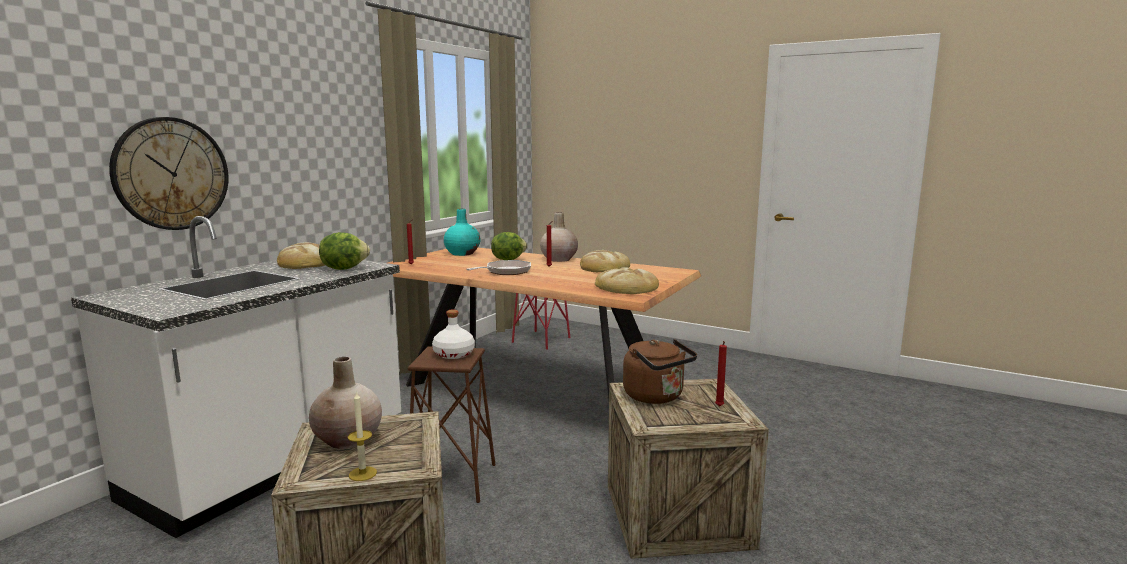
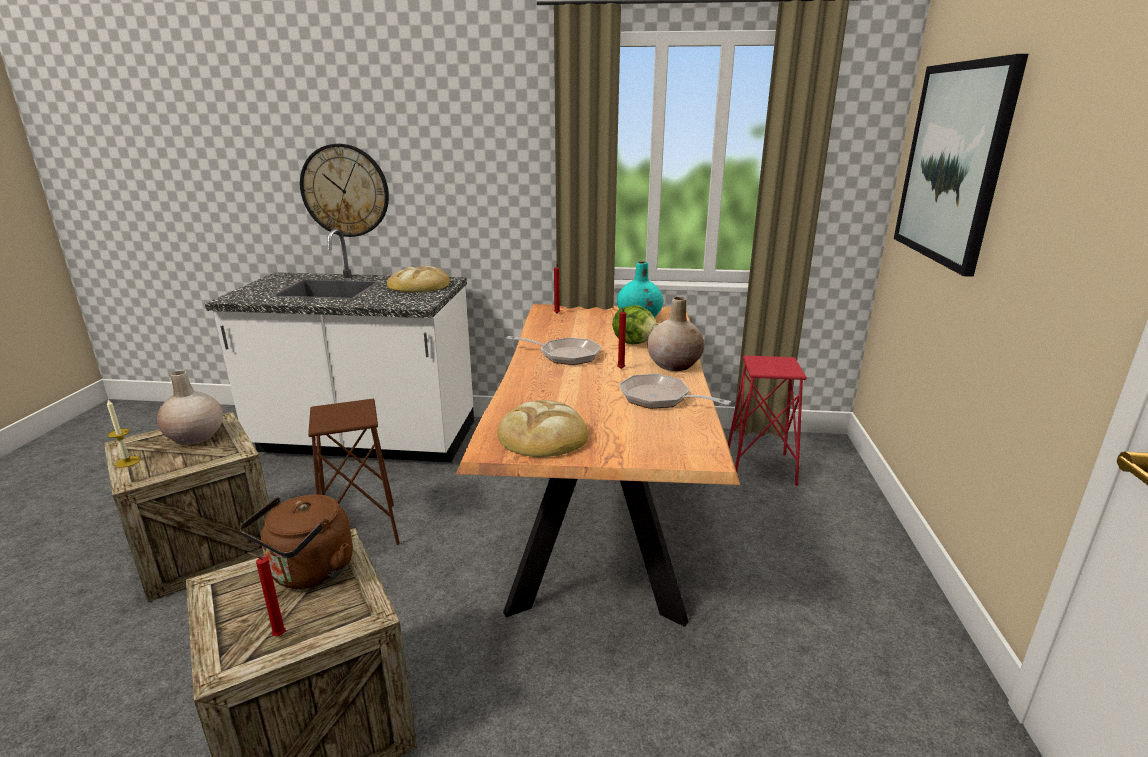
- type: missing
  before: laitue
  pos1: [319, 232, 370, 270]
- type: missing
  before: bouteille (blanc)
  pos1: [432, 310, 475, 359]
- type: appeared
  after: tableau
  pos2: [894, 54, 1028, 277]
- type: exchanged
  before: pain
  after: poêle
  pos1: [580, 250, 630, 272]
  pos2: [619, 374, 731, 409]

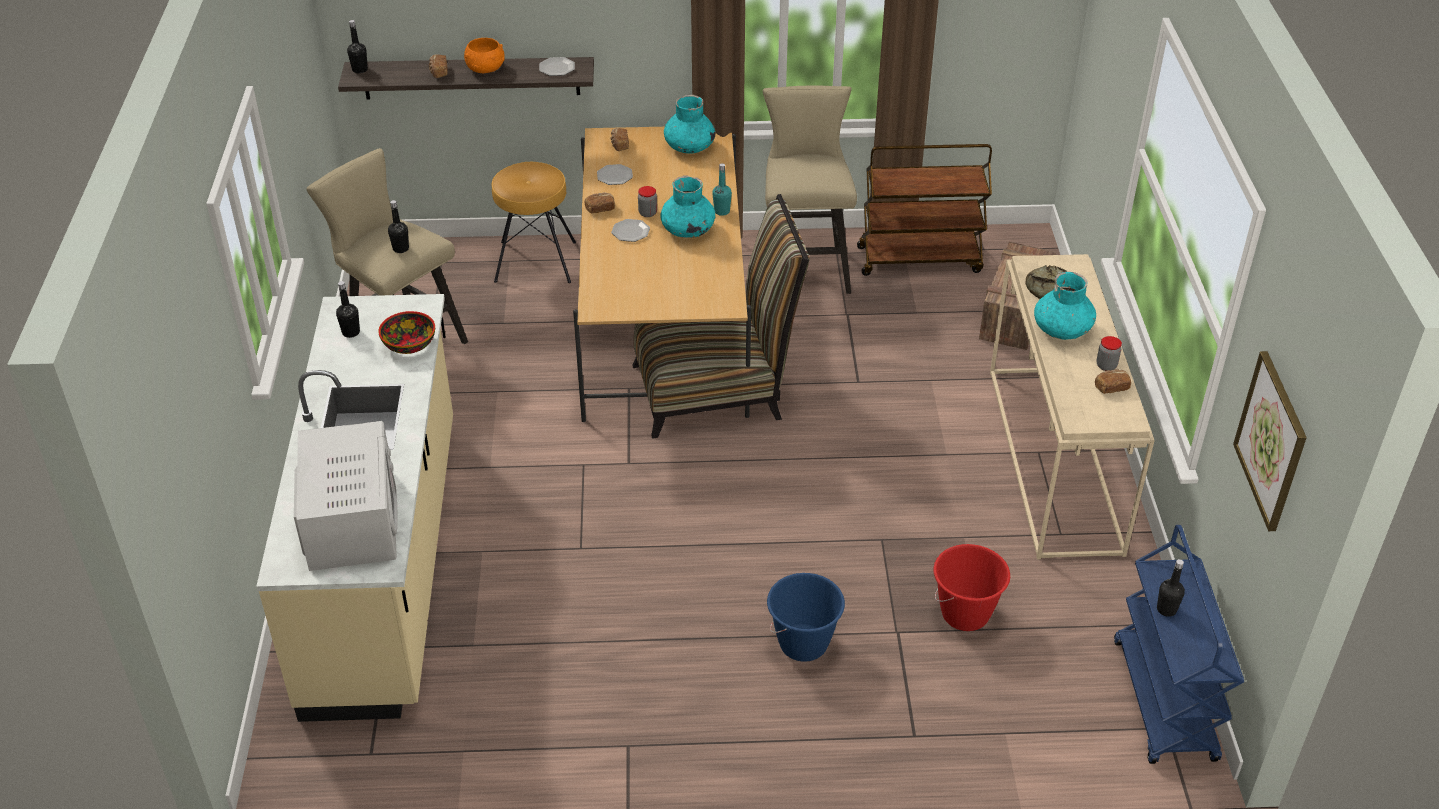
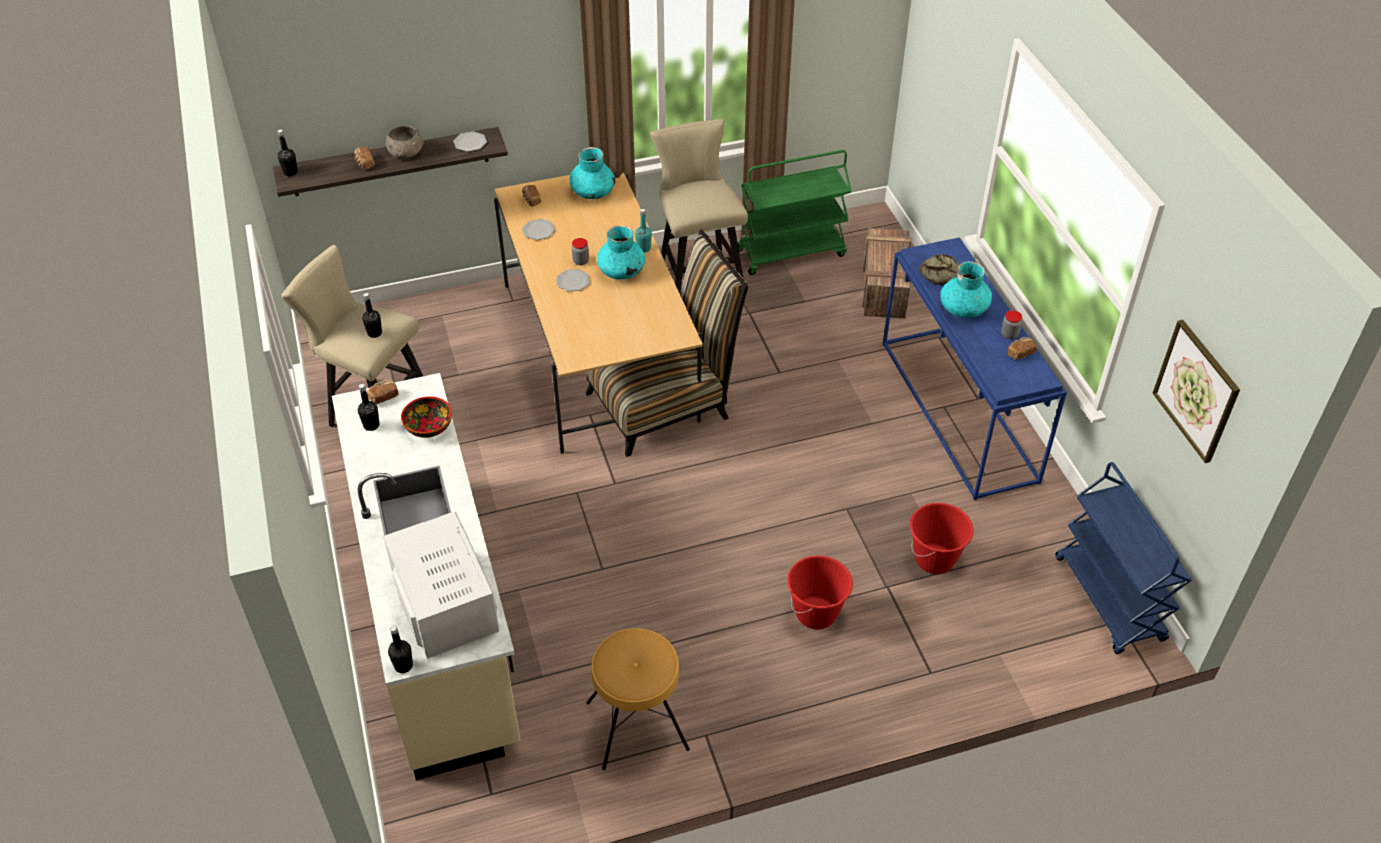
- type: relocated
  before: tabouret (marron)
  pos1: [492, 162, 576, 283]
  pos2: [586, 629, 690, 770]
- type: relocated
  before: pain
  pos1: [585, 192, 615, 213]
  pos2: [367, 380, 399, 404]
- type: relocated
  before: bouteille (noir)
  pos1: [1157, 559, 1185, 617]
  pos2: [388, 625, 413, 673]
- type: colour
  before: bol (orange)
  after: bol (gris)
  pos1: [464, 38, 505, 73]
  pos2: [386, 125, 424, 159]
- type: colour
  before: seau (bleu)
  after: seau (rouge)
  pos1: [767, 573, 845, 662]
  pos2: [787, 555, 853, 629]
- type: colour
  before: chariot (marron)
  after: chariot (vert)
  pos1: [857, 144, 992, 276]
  pos2: [738, 150, 852, 275]
- type: colour
  before: table console (beige)
  after: table console (bleu)
  pos1: [990, 254, 1155, 559]
  pos2: [882, 237, 1067, 500]

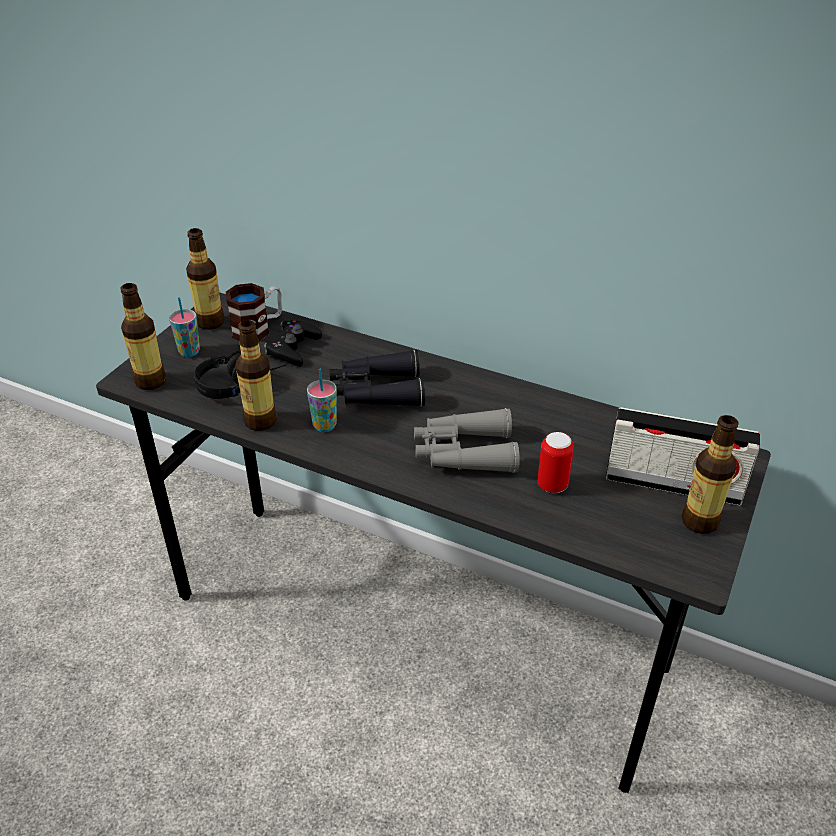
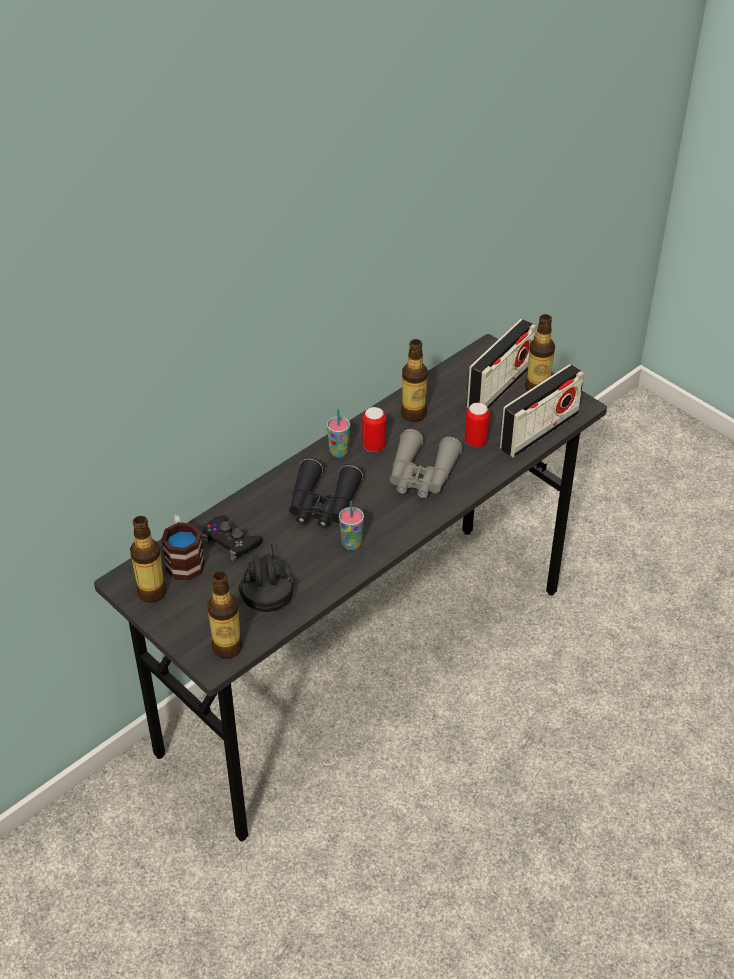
- type: appeared
  after: boîte métallique
  pos2: [362, 407, 386, 452]
- type: appeared
  after: radio
  pos2: [499, 364, 584, 458]
- type: relocated
  before: tasse
  pos1: [169, 297, 200, 357]
  pos2: [327, 409, 350, 458]
- type: relocated
  before: bouteille
  pos1: [235, 320, 277, 431]
  pos2: [401, 339, 428, 422]

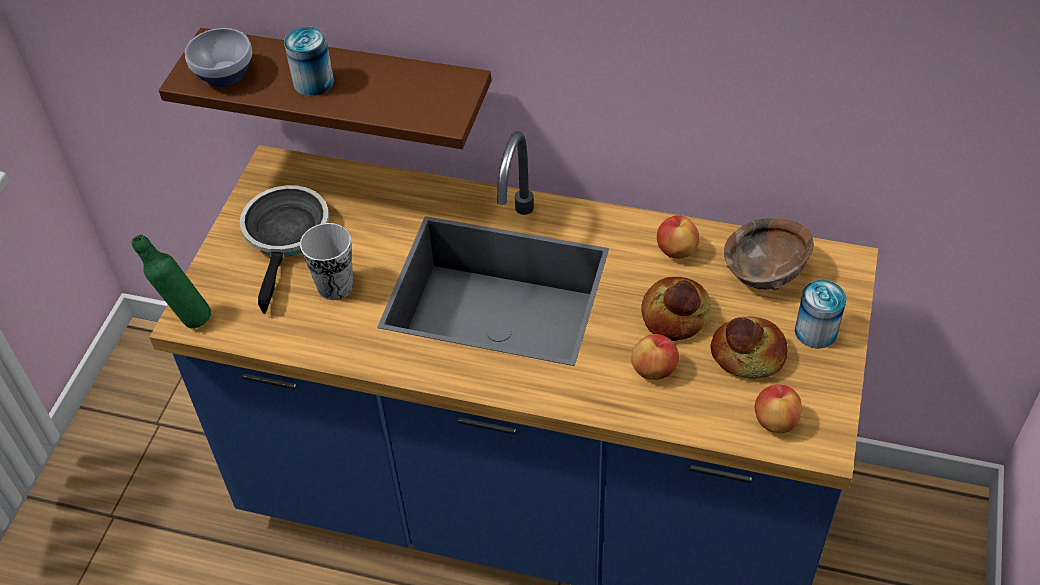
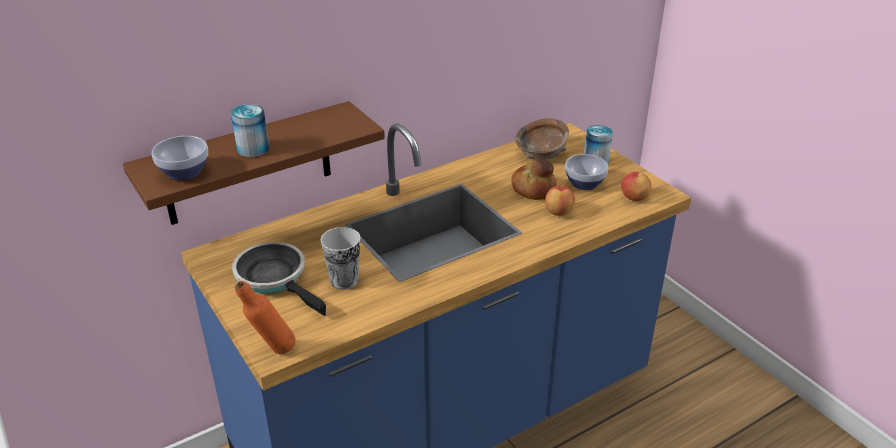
- type: missing
  before: pomme
  pos1: [657, 215, 700, 259]
- type: exchanged
  before: pain
  after: bol
  pos1: [711, 316, 788, 379]
  pos2: [565, 154, 608, 190]
- type: colour
  before: bouteille (vert)
  after: bouteille (orange)
  pos1: [131, 234, 211, 329]
  pos2: [235, 281, 296, 354]

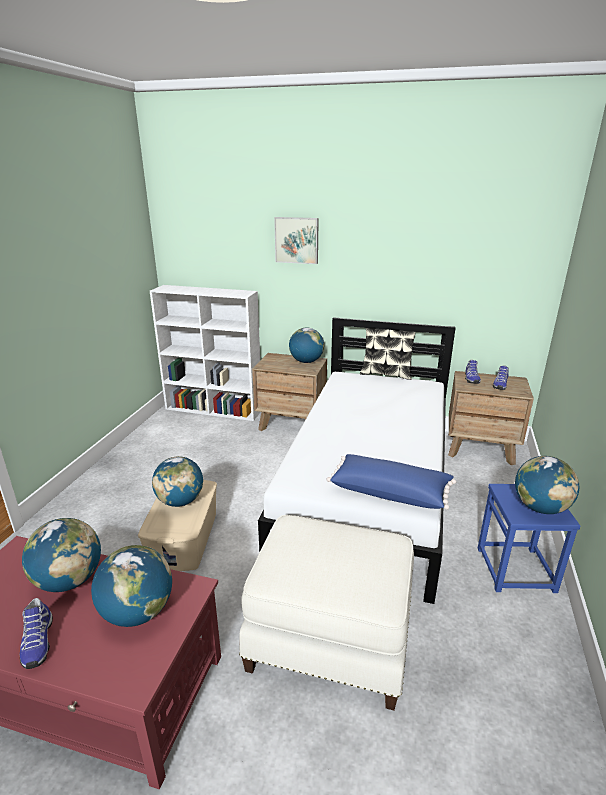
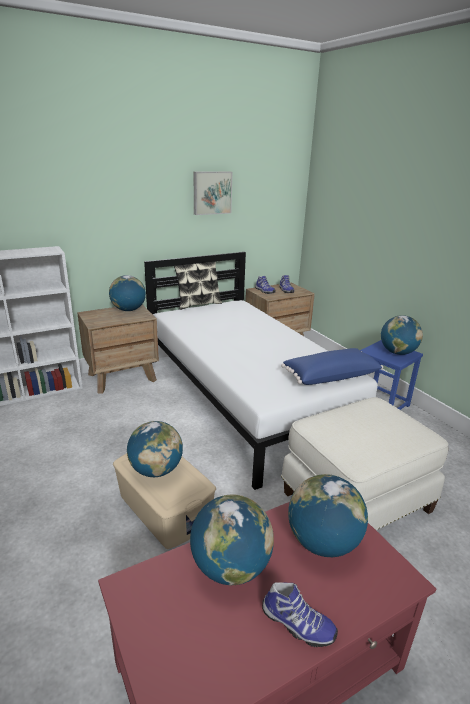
- type: relocated
  before: tableau
  pos1: [274, 217, 319, 264]
  pos2: [194, 172, 232, 215]

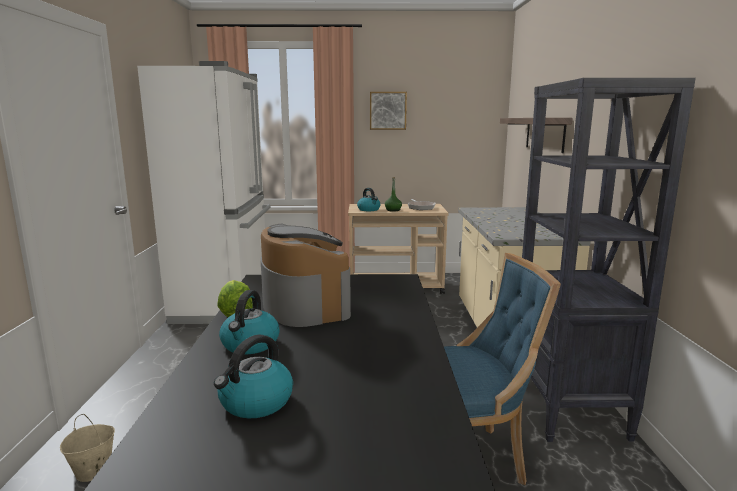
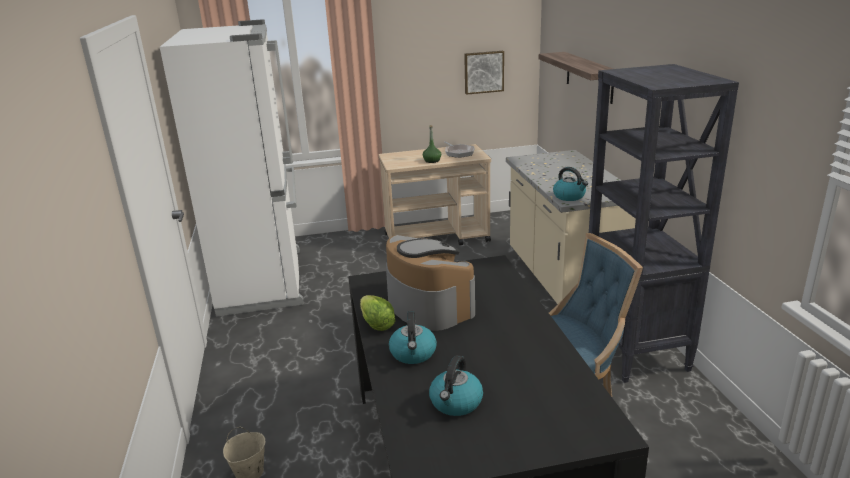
- type: relocated
  before: bouilloire
  pos1: [357, 188, 380, 211]
  pos2: [553, 167, 588, 201]
- type: relocated
  before: tableau
  pos1: [370, 92, 407, 130]
  pos2: [464, 51, 504, 95]

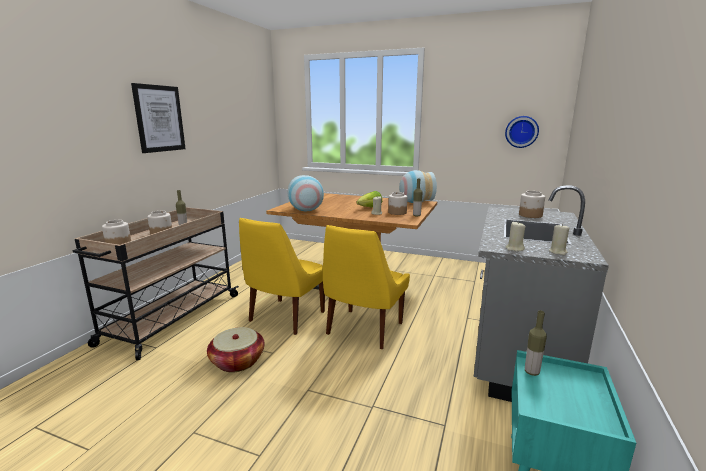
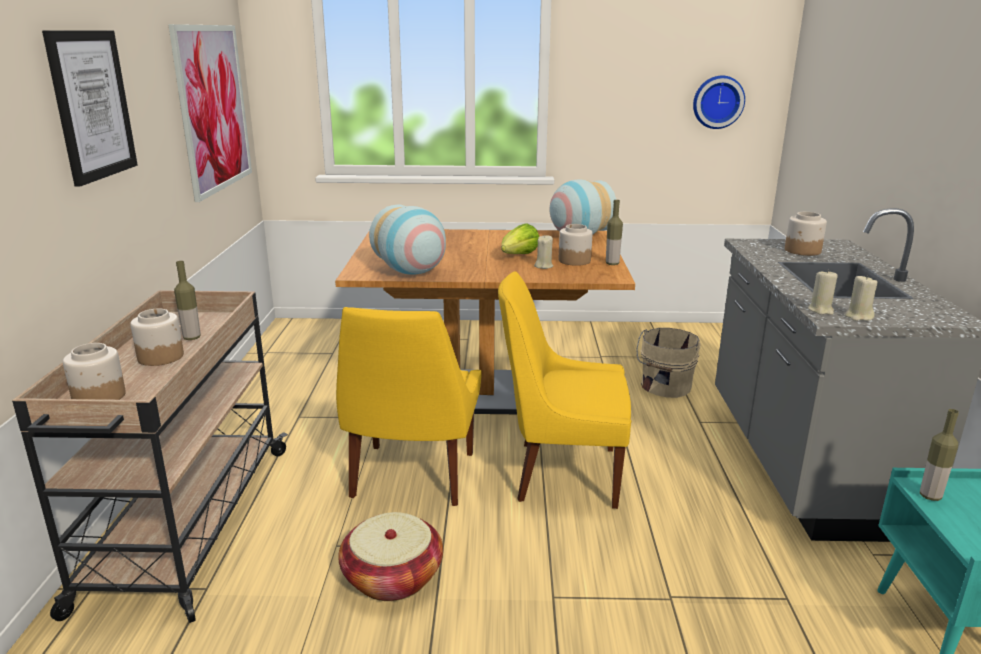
- type: appeared
  after: tableau
  pos2: [168, 24, 252, 202]
- type: appeared
  after: seau (beige)
  pos2: [637, 328, 700, 398]
- type: relocated
  before: bougie (beige)
  pos1: [549, 224, 569, 255]
  pos2: [808, 269, 838, 315]
- type: spun
  before: chaise (jaune)
  pos1: [323, 225, 410, 349]
  pos2: [498, 271, 631, 509]
  turn: 90

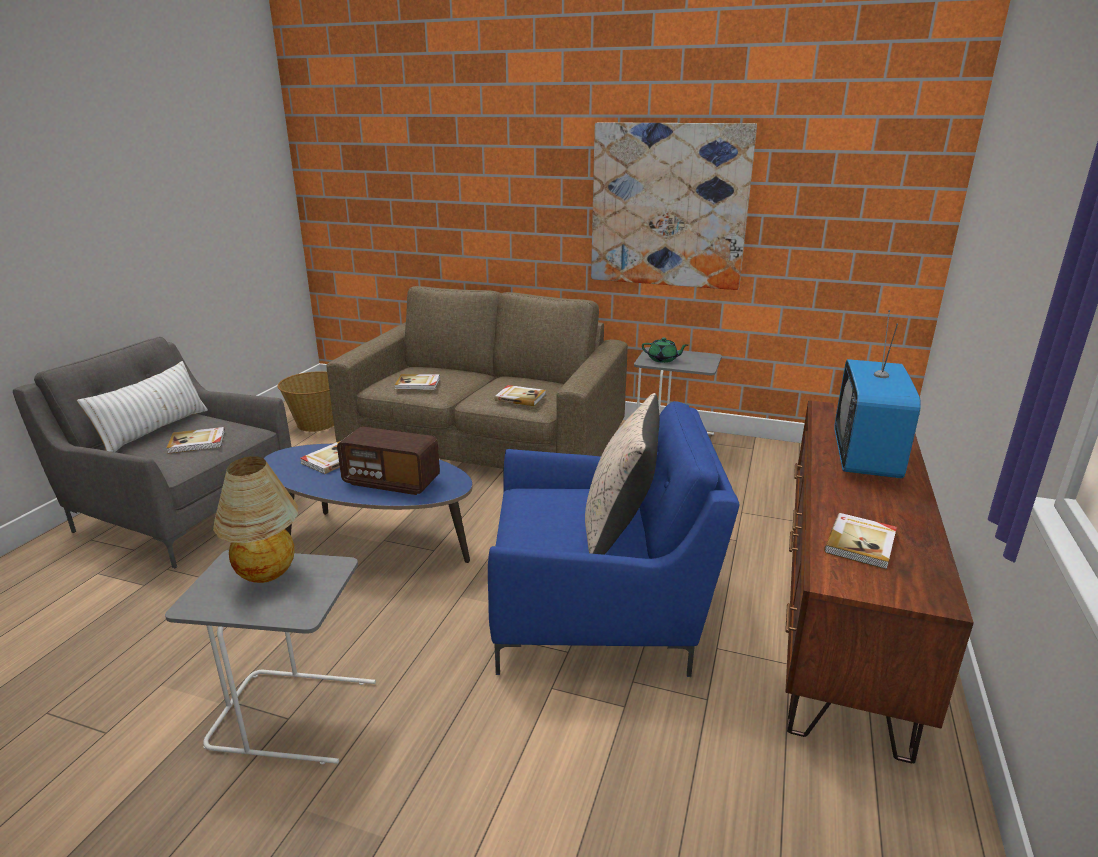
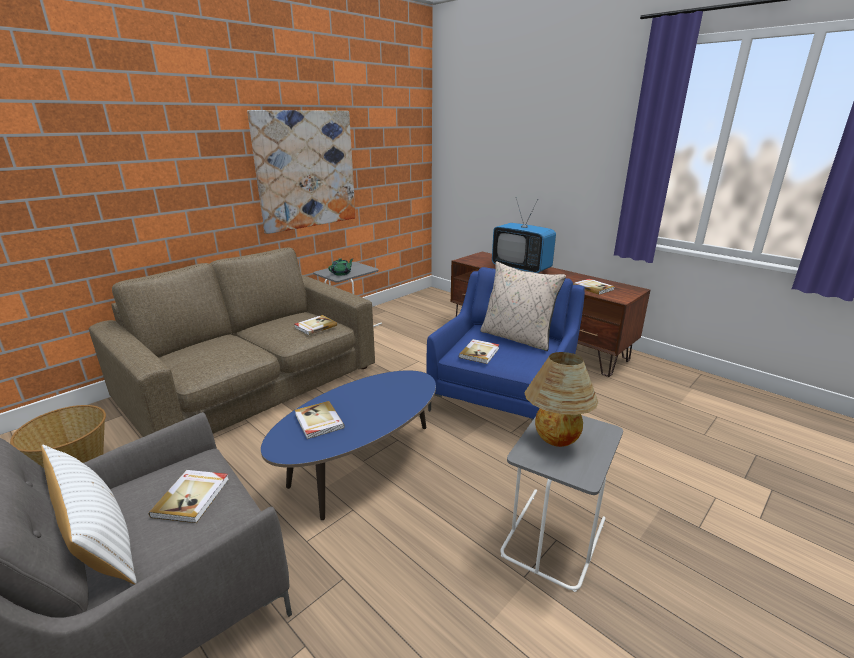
- type: missing
  before: radio
  pos1: [337, 427, 440, 495]
- type: relocated
  before: livre
  pos1: [395, 374, 440, 390]
  pos2: [459, 339, 500, 364]

